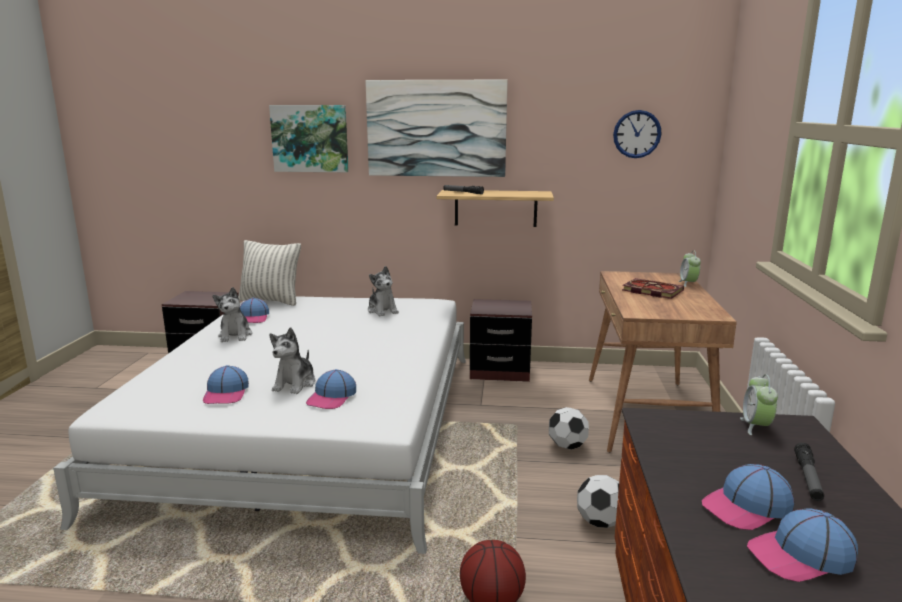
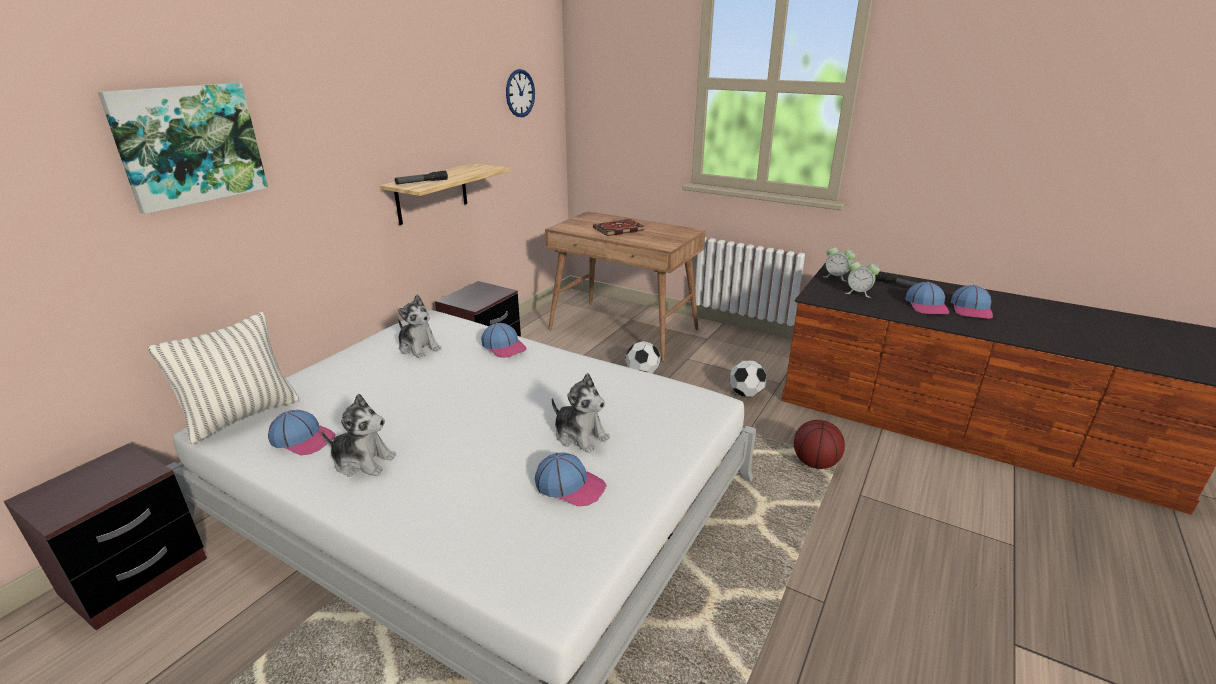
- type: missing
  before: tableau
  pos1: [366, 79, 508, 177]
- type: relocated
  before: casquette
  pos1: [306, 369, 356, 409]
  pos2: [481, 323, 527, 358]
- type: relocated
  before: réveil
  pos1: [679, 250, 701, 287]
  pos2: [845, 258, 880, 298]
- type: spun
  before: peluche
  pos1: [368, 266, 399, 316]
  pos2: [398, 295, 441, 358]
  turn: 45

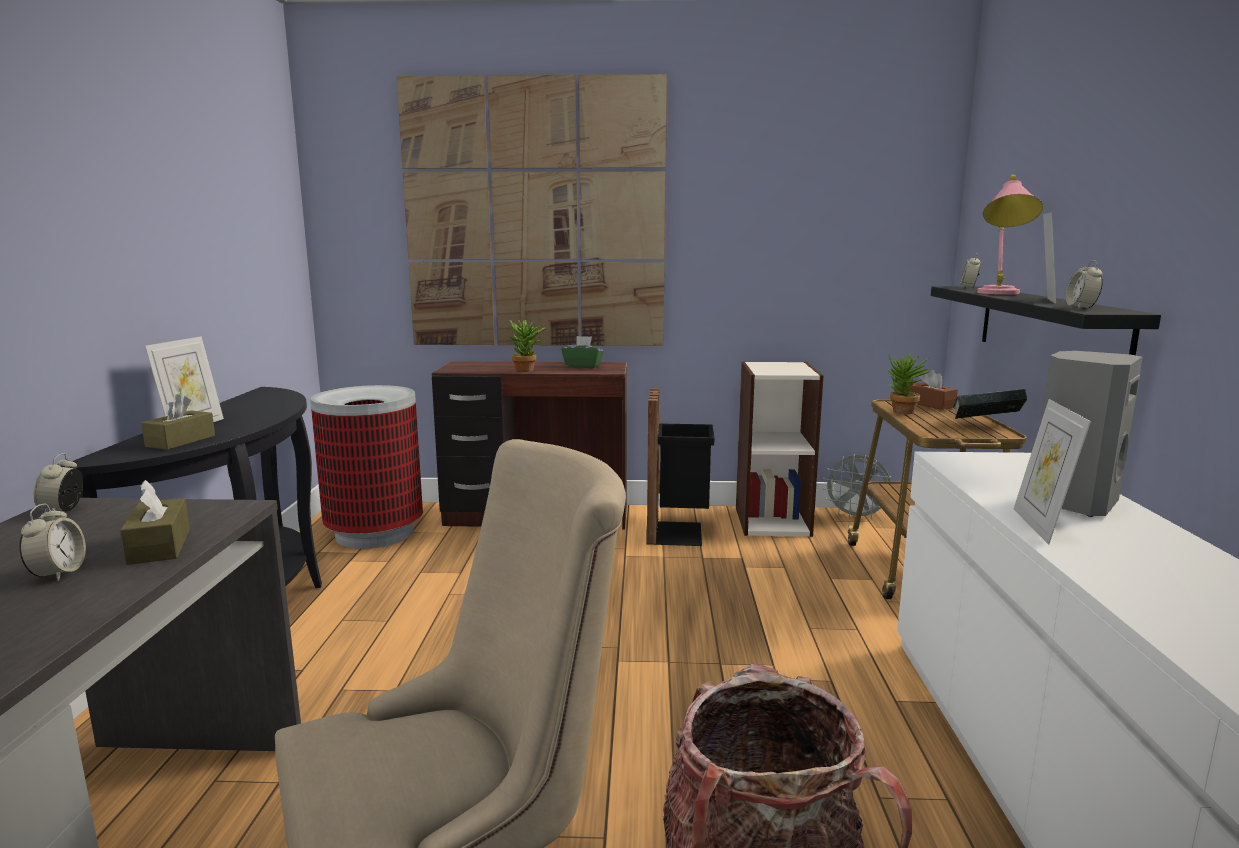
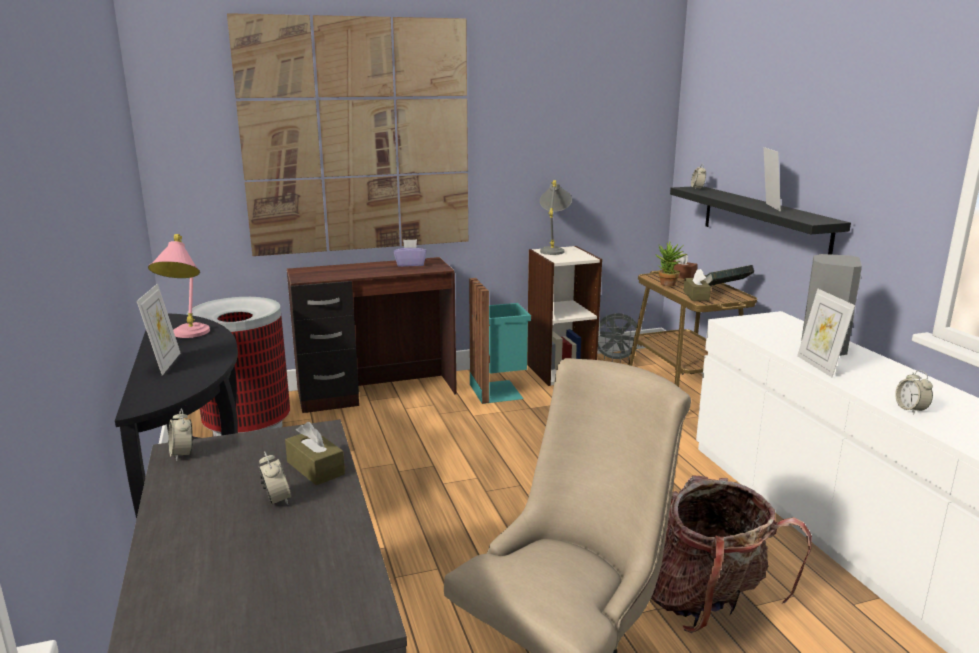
- type: missing
  before: plante en pot
  pos1: [510, 320, 547, 372]
- type: appeared
  after: lampe de table (gris)
  pos2: [540, 180, 572, 255]
- type: relocated
  before: boîte à mouchoirs (marron)
  pos1: [141, 394, 215, 450]
  pos2: [684, 269, 711, 301]
- type: relocated
  before: lampe de table (rose)
  pos1: [977, 175, 1043, 295]
  pos2: [148, 234, 210, 338]
- type: relocated
  before: réveil
  pos1: [1066, 260, 1103, 309]
  pos2: [895, 370, 933, 414]
- type: colour
  before: boîte à mouchoirs (vert)
  after: boîte à mouchoirs (violet)
  pos1: [561, 336, 604, 368]
  pos2: [394, 239, 427, 267]
- type: colour
  before: poubelle (noir)
  after: poubelle (turquoise)
  pos1: [646, 388, 714, 546]
  pos2: [469, 278, 531, 404]

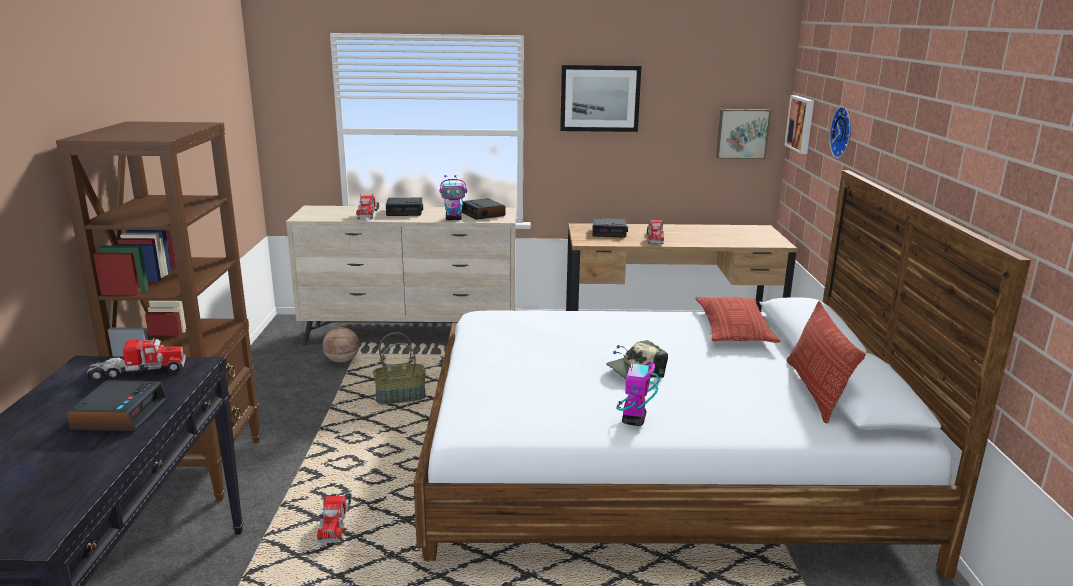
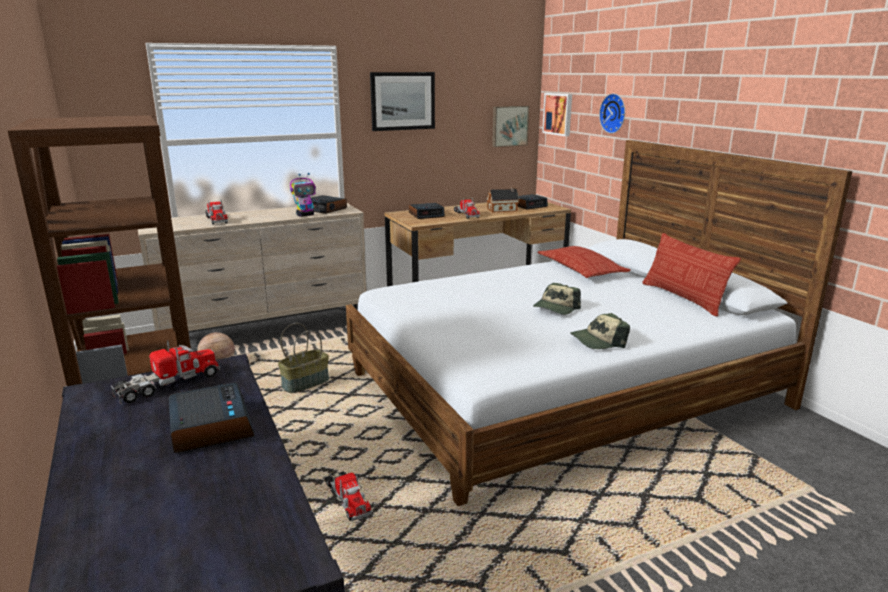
- type: appeared
  after: maison miniature
  pos2: [487, 187, 519, 212]
- type: relocated
  before: réveil
  pos1: [386, 198, 423, 216]
  pos2: [518, 194, 548, 210]
- type: exchanged
  before: robot jouet
  after: casquette
  pos1: [613, 345, 660, 426]
  pos2: [571, 313, 630, 349]

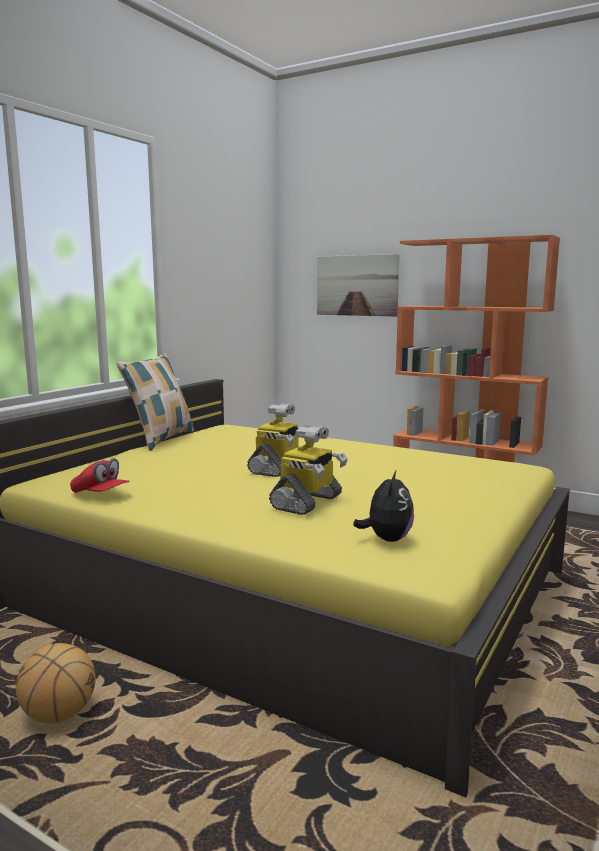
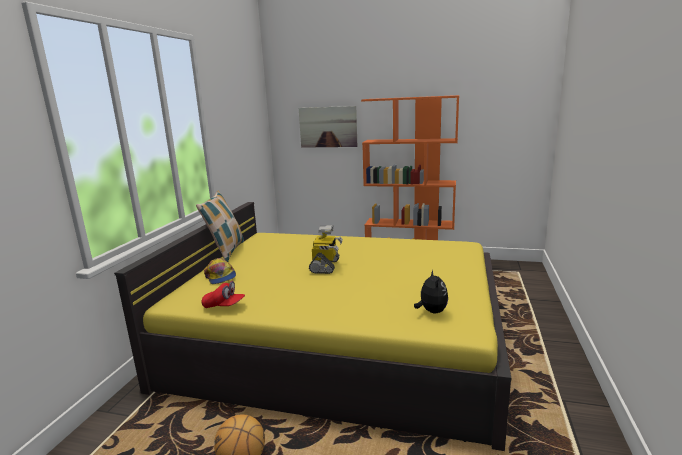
- type: missing
  before: robot jouet
  pos1: [269, 425, 348, 515]
- type: appeared
  after: casquette
  pos2: [204, 258, 236, 284]

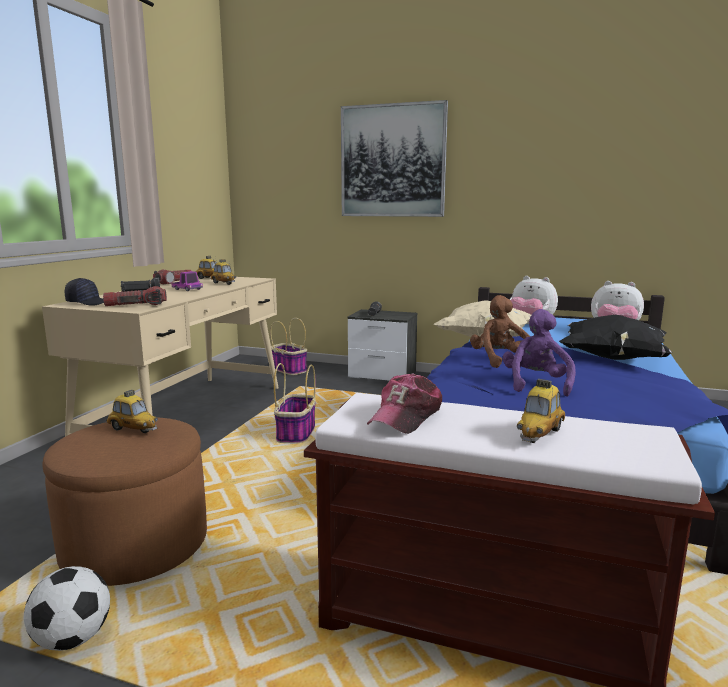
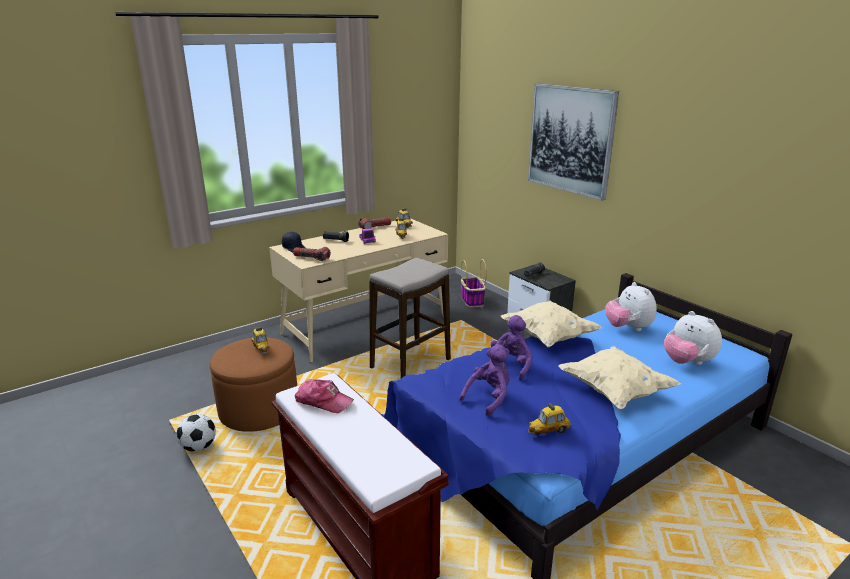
- type: relocated
  before: petite voiture
  pos1: [517, 379, 565, 443]
  pos2: [528, 403, 572, 435]
- type: exchanged
  before: panier
  after: tabouret
  pos1: [274, 363, 316, 443]
  pos2: [369, 258, 451, 378]
- type: colour
  before: peluche (marron)
  after: peluche (violet)
  pos1: [470, 295, 530, 368]
  pos2: [489, 315, 532, 380]
- type: colour
  before: coussin (noir)
  after: coussin (beige)
  pos1: [559, 315, 673, 360]
  pos2: [558, 346, 681, 410]
- type: spun
  before: casquette
  pos1: [367, 373, 442, 434]
  pos2: [295, 379, 354, 413]
  turn: -135

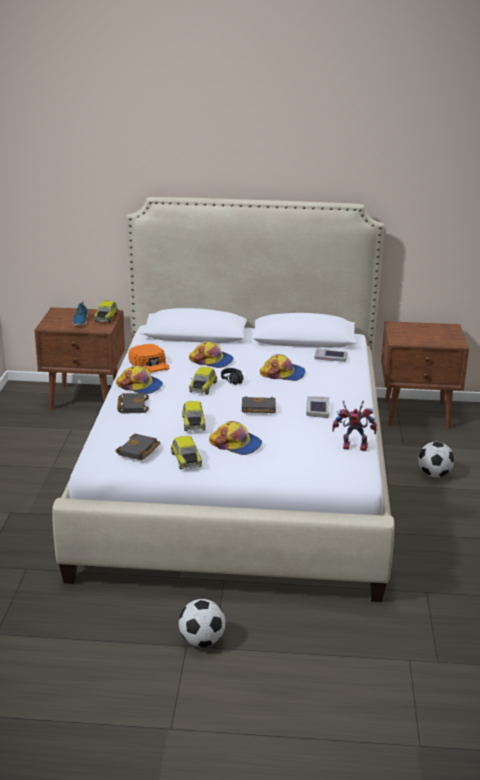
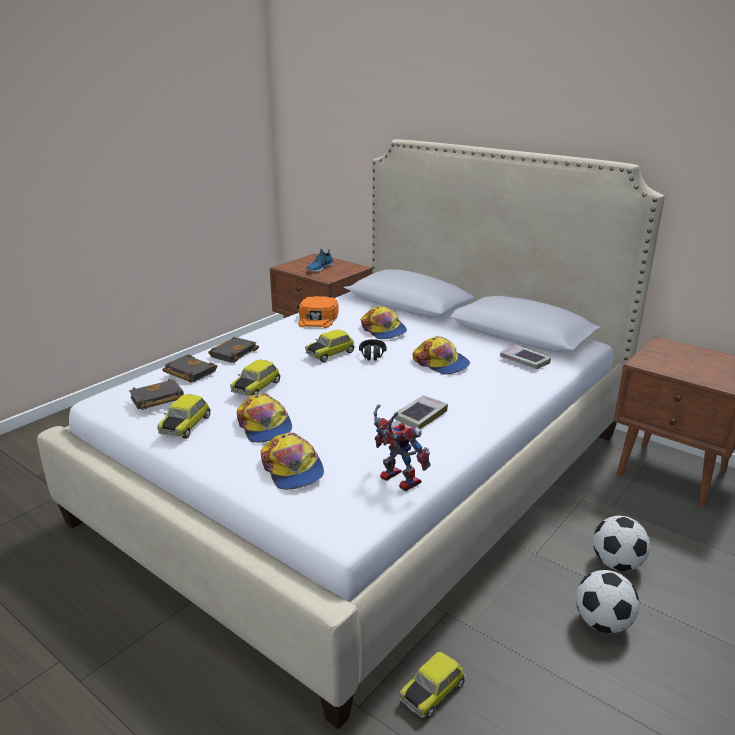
- type: relocated
  before: petite voiture
  pos1: [94, 301, 118, 323]
  pos2: [400, 652, 466, 718]
- type: relocated
  before: casquette
  pos1: [116, 365, 163, 394]
  pos2: [261, 432, 324, 490]
- type: relocated
  before: ballon de foot
  pos1: [179, 599, 226, 647]
  pos2: [576, 570, 639, 633]
- type: relocated
  before: livre (noir)
  pos1: [242, 396, 276, 414]
  pos2: [162, 354, 217, 383]

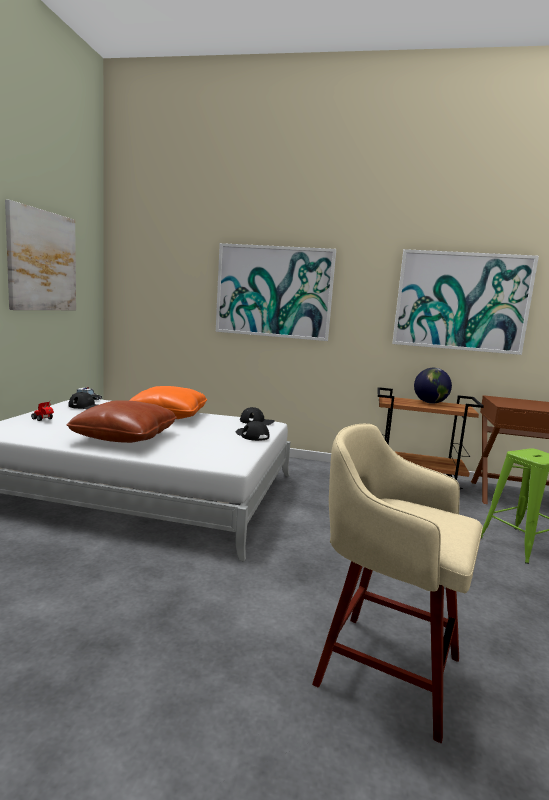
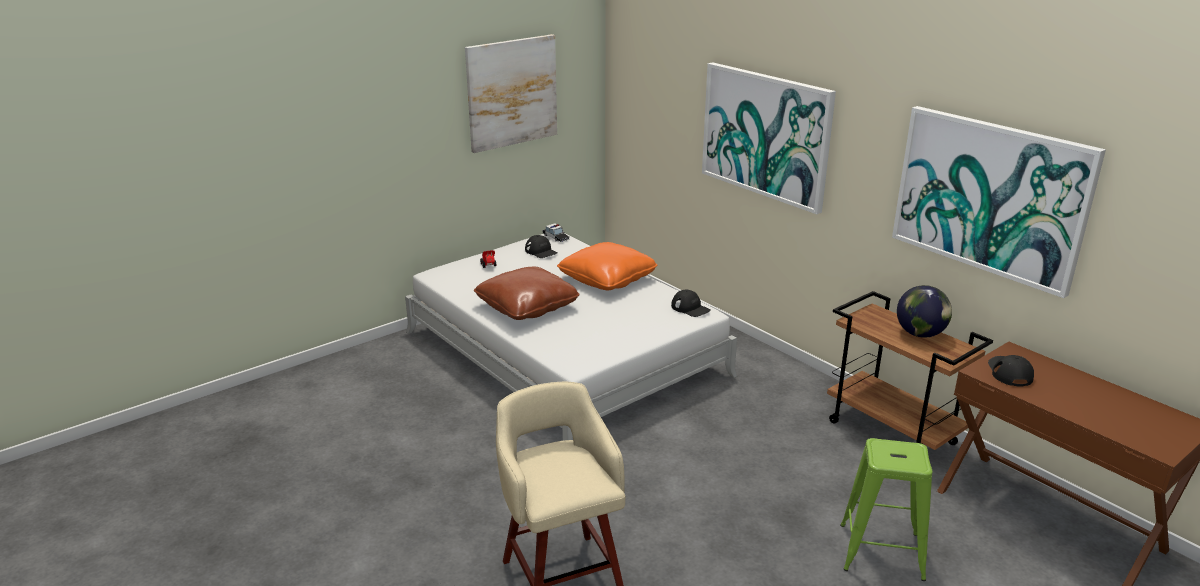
- type: relocated
  before: casquette (noir)
  pos1: [236, 421, 269, 441]
  pos2: [988, 355, 1034, 387]

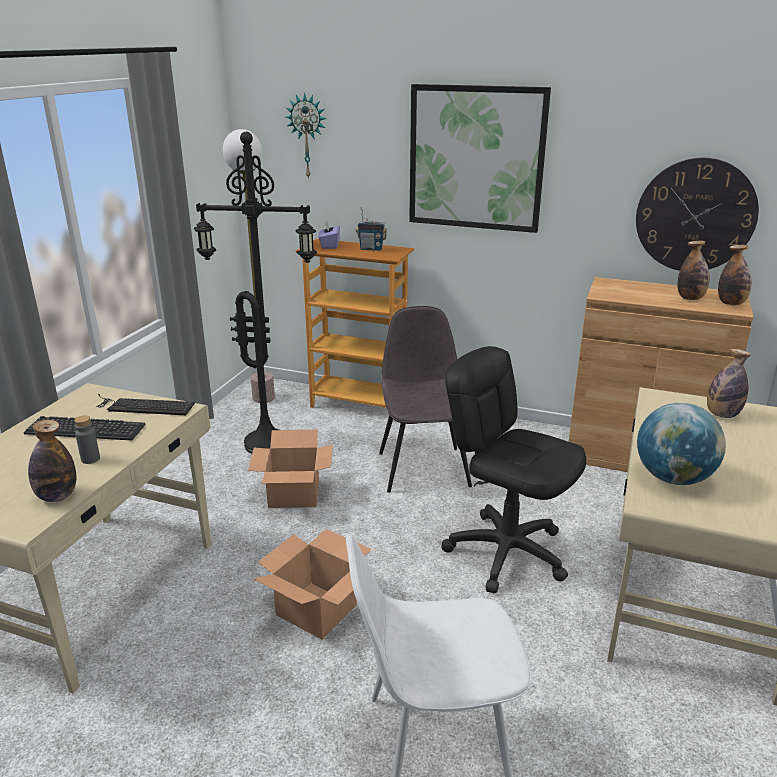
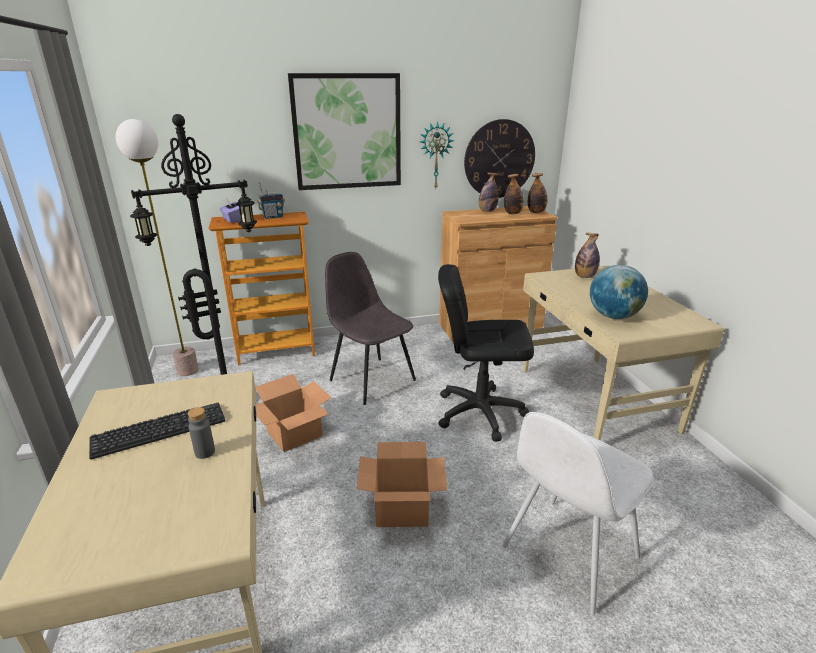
- type: missing
  before: clavier
  pos1: [96, 394, 195, 415]
- type: relocated
  before: bouteille
  pos1: [28, 420, 76, 502]
  pos2: [479, 172, 499, 212]
- type: relocated
  before: horloge murale
  pos1: [286, 93, 327, 180]
  pos2: [420, 121, 454, 188]

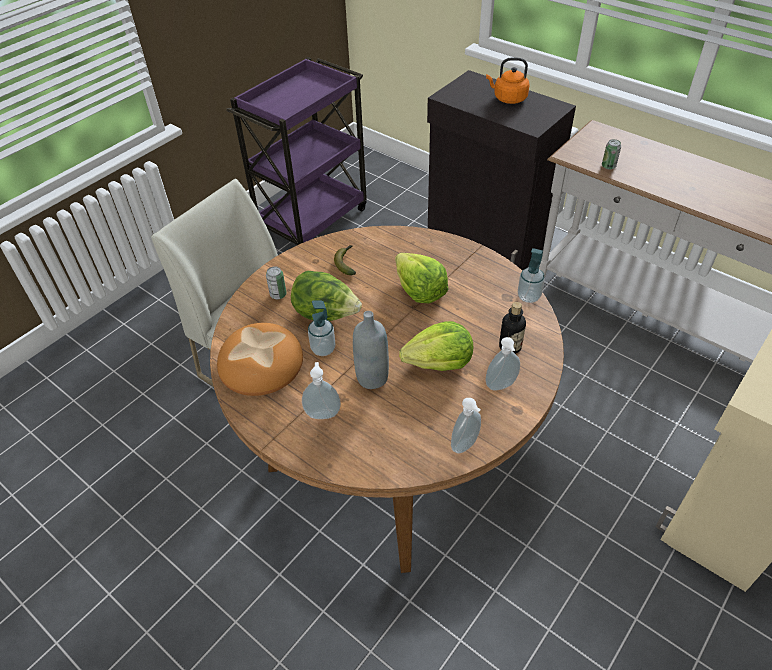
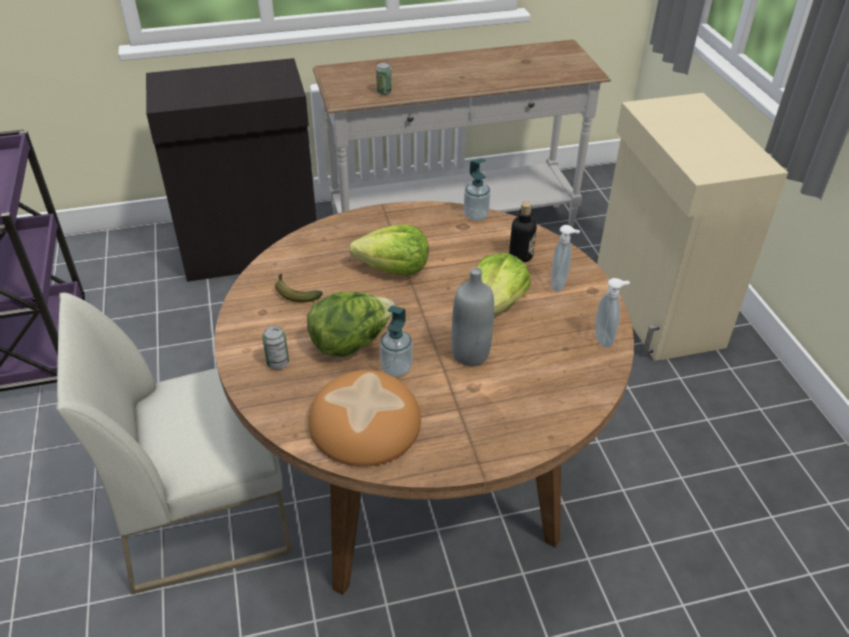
- type: missing
  before: distributeur de savon
  pos1: [302, 362, 341, 419]
- type: missing
  before: bouilloire (orange)
  pos1: [486, 58, 530, 104]

